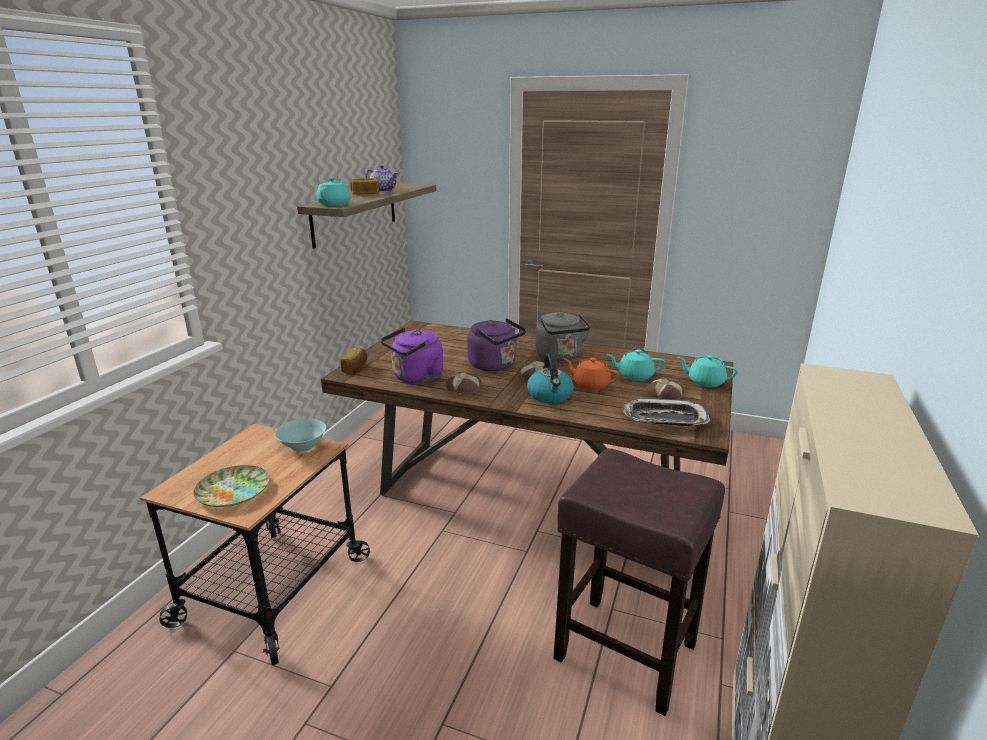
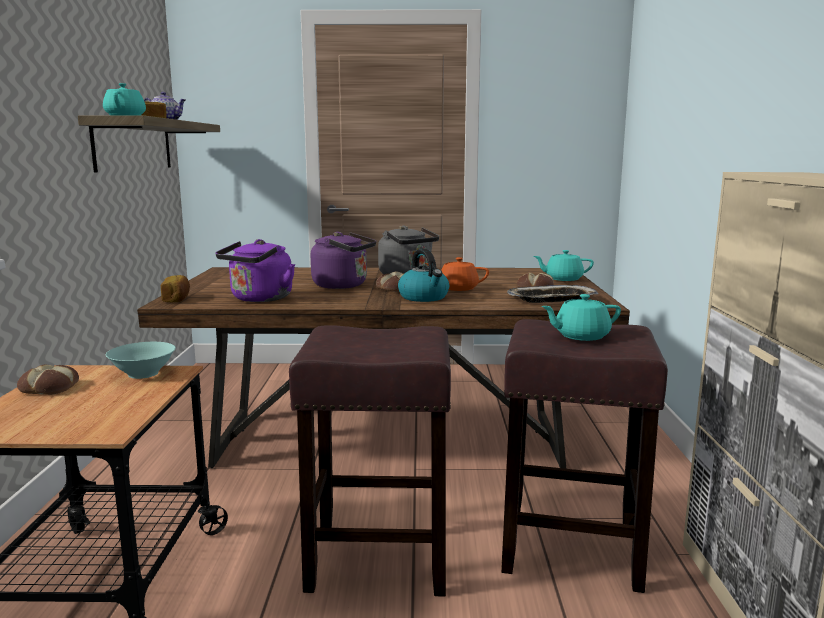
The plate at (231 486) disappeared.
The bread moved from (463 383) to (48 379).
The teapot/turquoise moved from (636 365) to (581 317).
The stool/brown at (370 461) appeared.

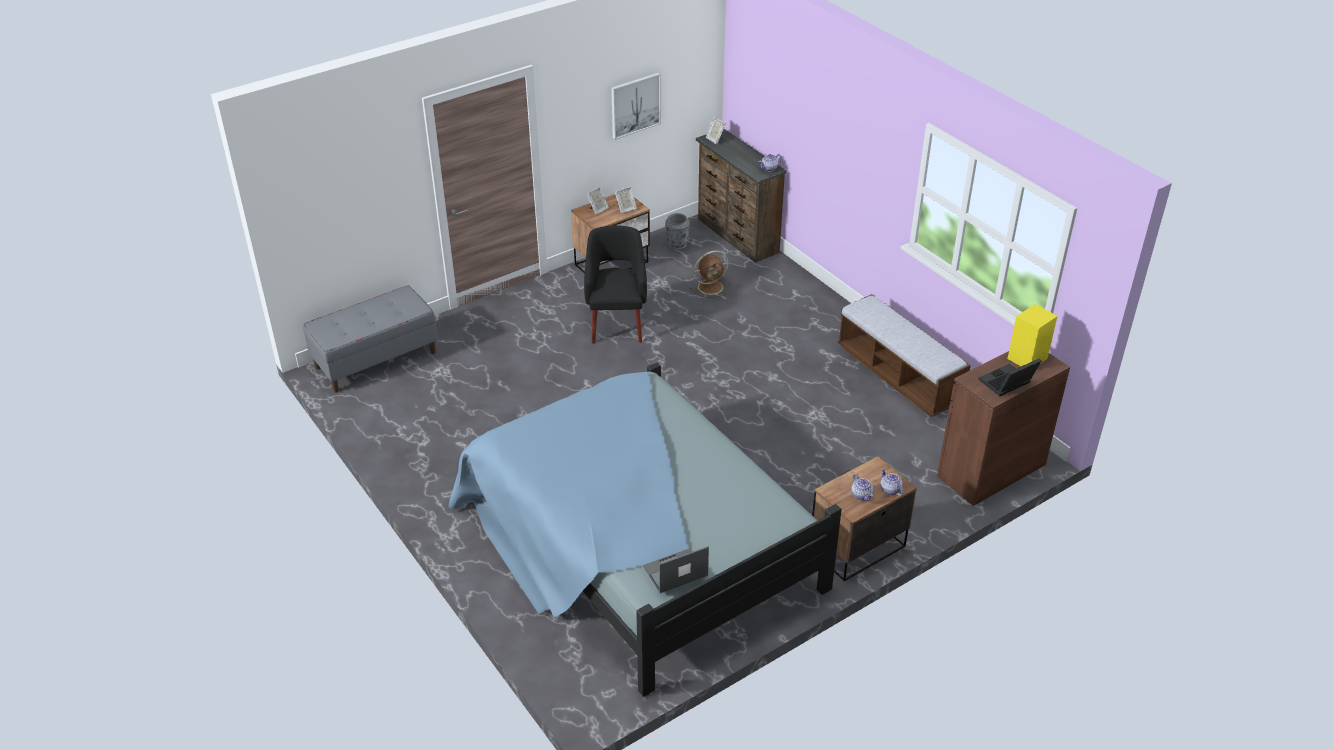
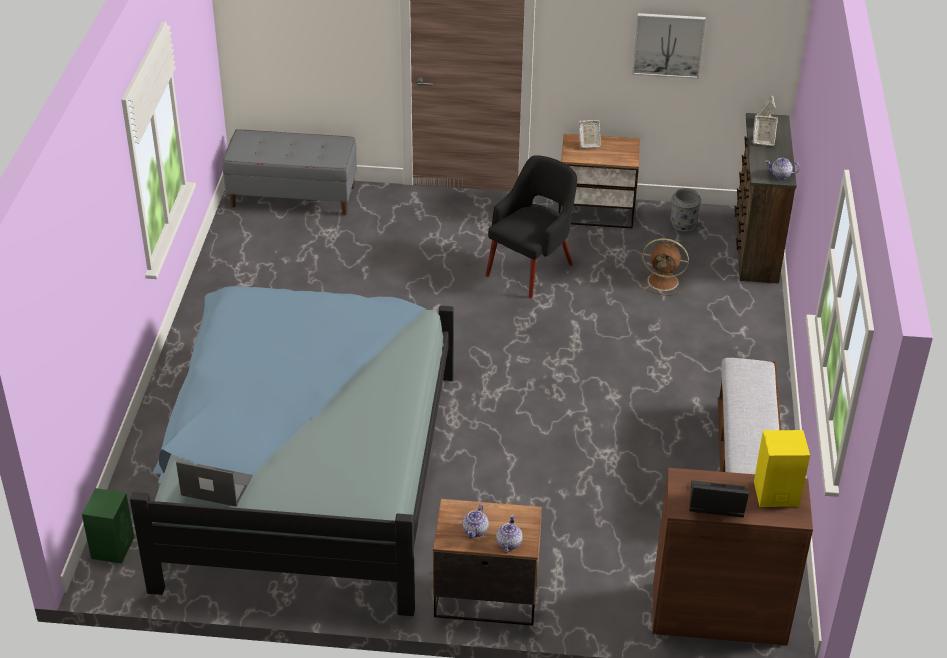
The picture frame moved from (626 200) to (765 130).
The speaker/green at (108 526) appeared.

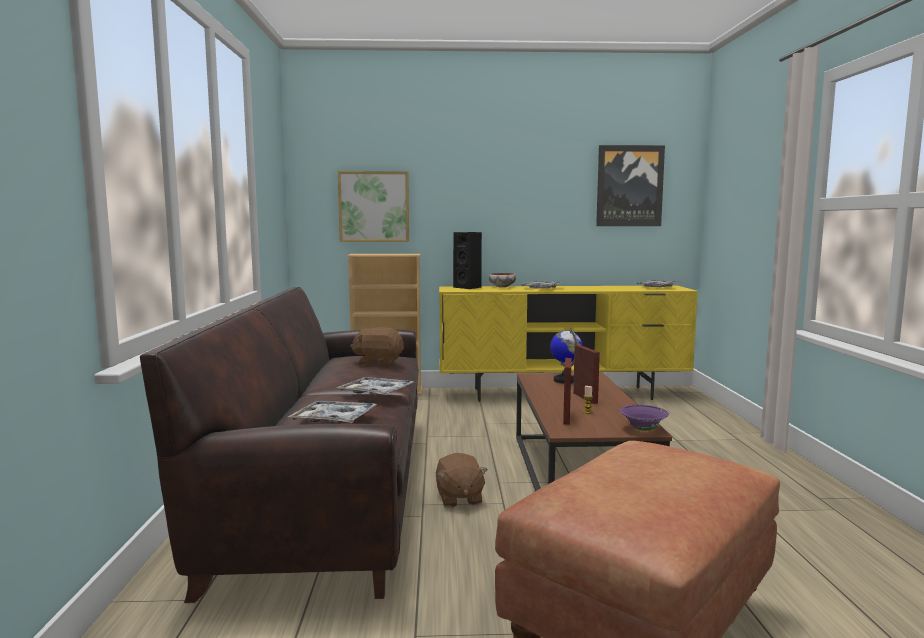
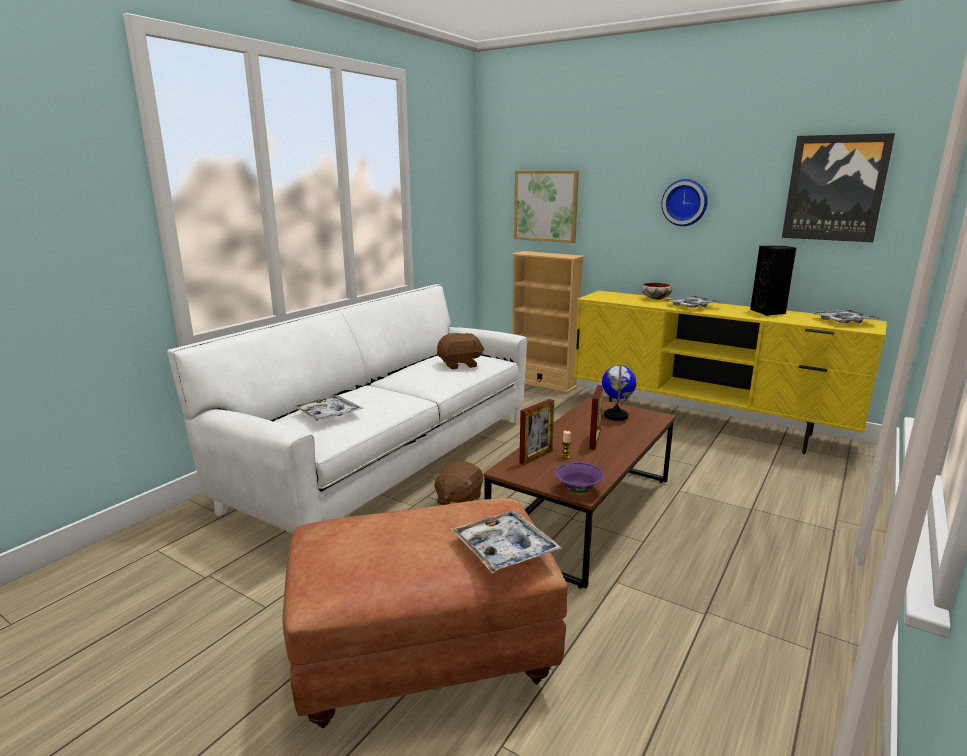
The sofa/brown at (279 445) became the sofa/white at (347 409).
The tray moved from (375 387) to (506 542).
The plush toy/brown at (377 347) turned 120 degrees clockwise.
The speaker/black moved from (467 260) to (773 281).
The wall clock at (684 202) appeared.

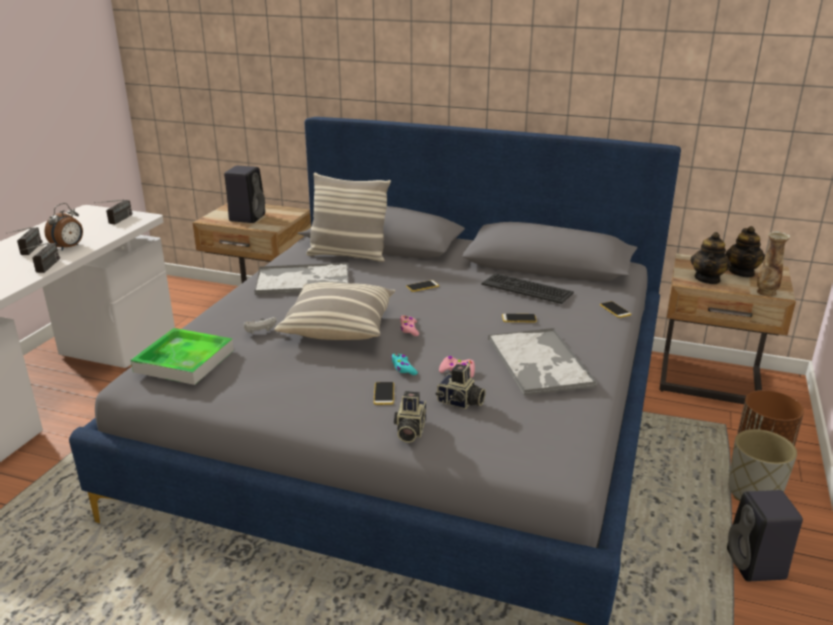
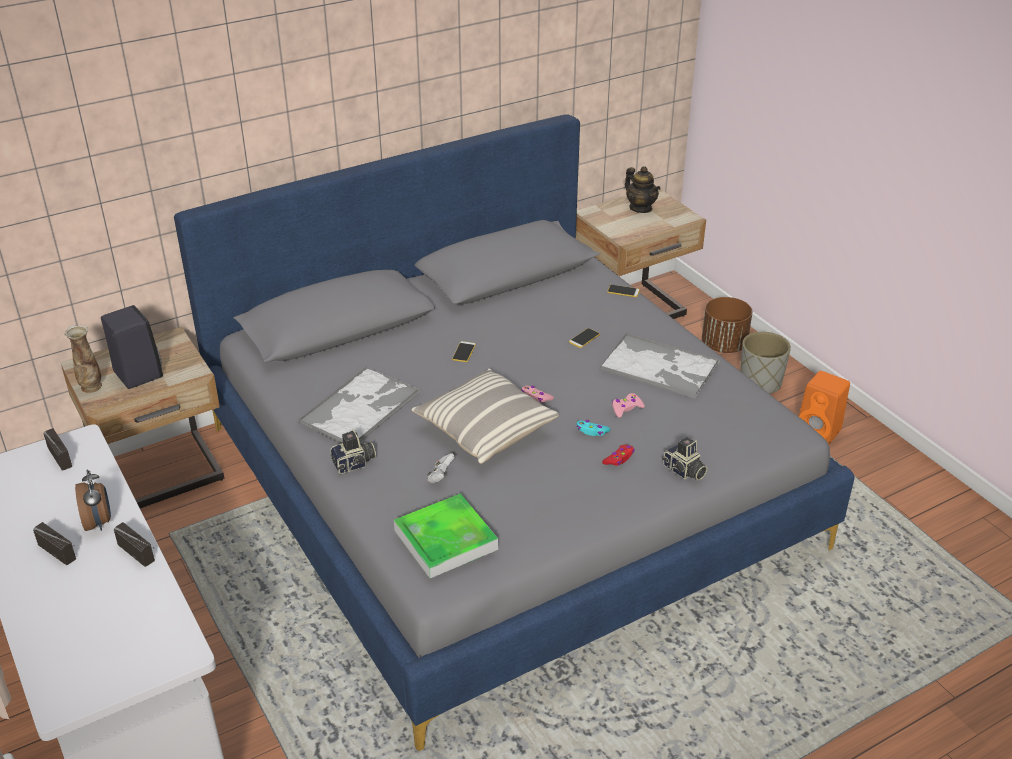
The pillow at (348 217) disappeared.
The phone at (384 393) was replaced by the game controller/red at (618 455).
The photo camera moved from (461 386) to (353 451).
The keyboard at (527 288) disappeared.
The teapot at (711 258) disappeared.
The speaker/black at (765 535) became the speaker/orange at (824 407).
The vase moved from (774 264) to (83 359).

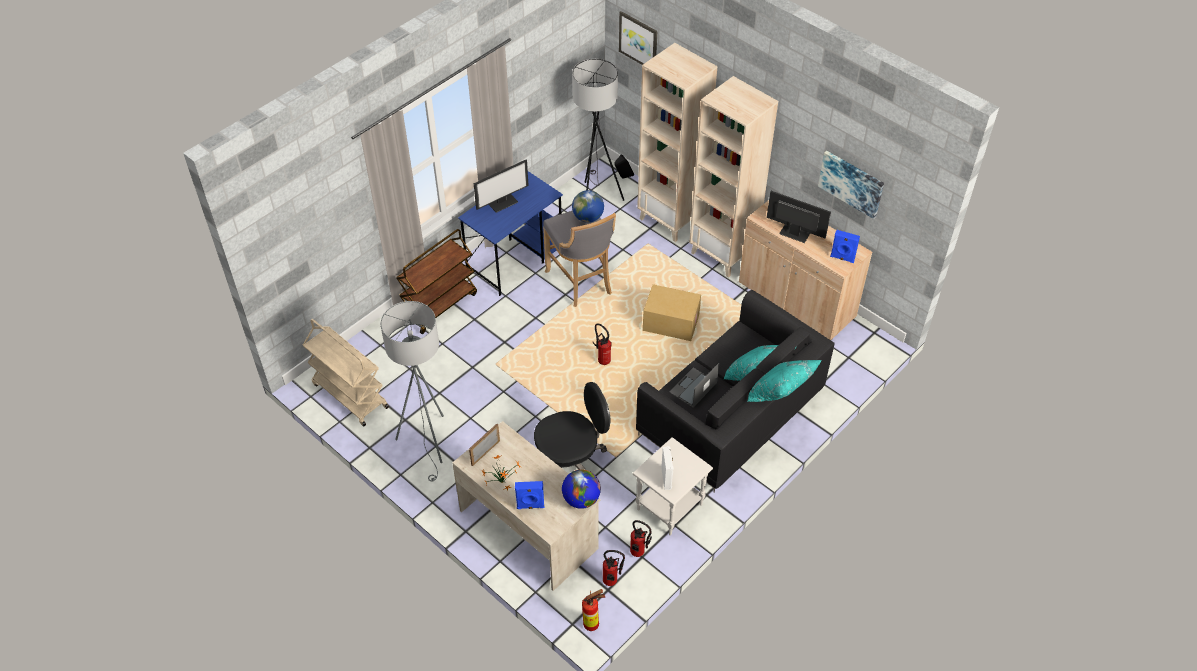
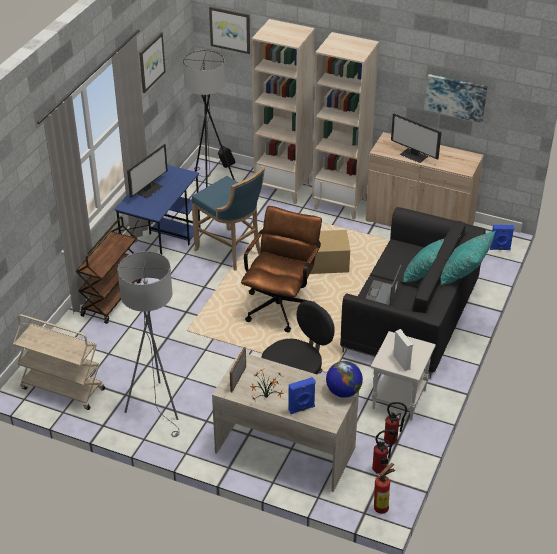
The stool/grey at (579 258) became the stool/blue at (228 219).
The globe at (588 206) disappeared.
The fire extinguisher at (602 344) was replaced by the office chair/brown at (281 269).
The monitor at (799 217) turned 150 degrees counterclockwise.
The speaker/blue moved from (845 246) to (502 237).
The picture at (152 62) appeared.

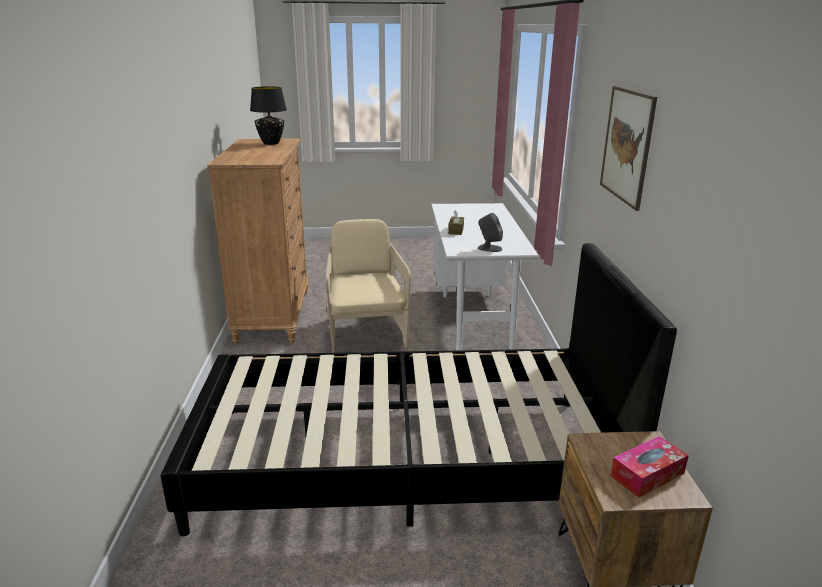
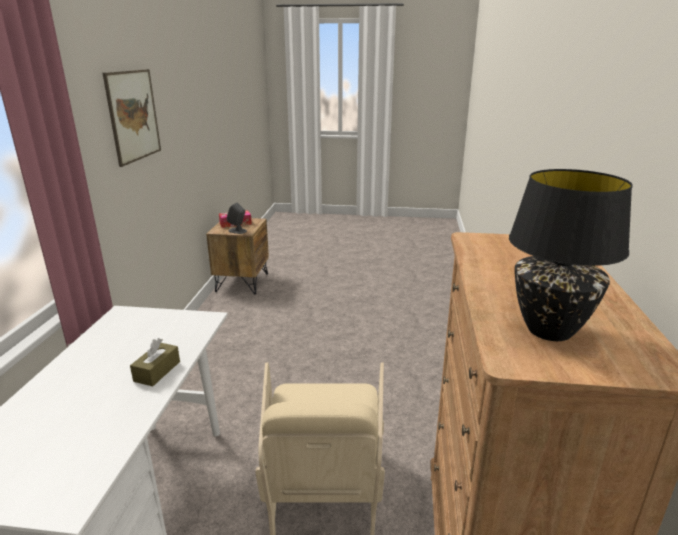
The bed/black at (418 389) disappeared.
The speaker/grey moved from (490 232) to (237 218).

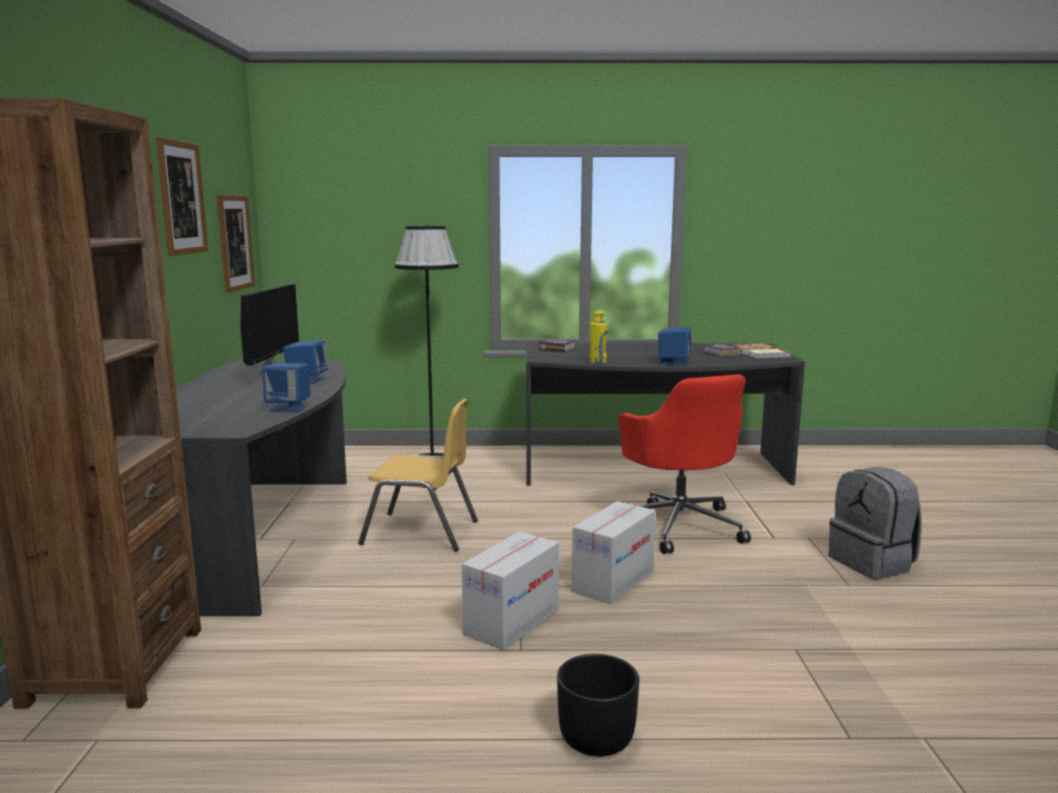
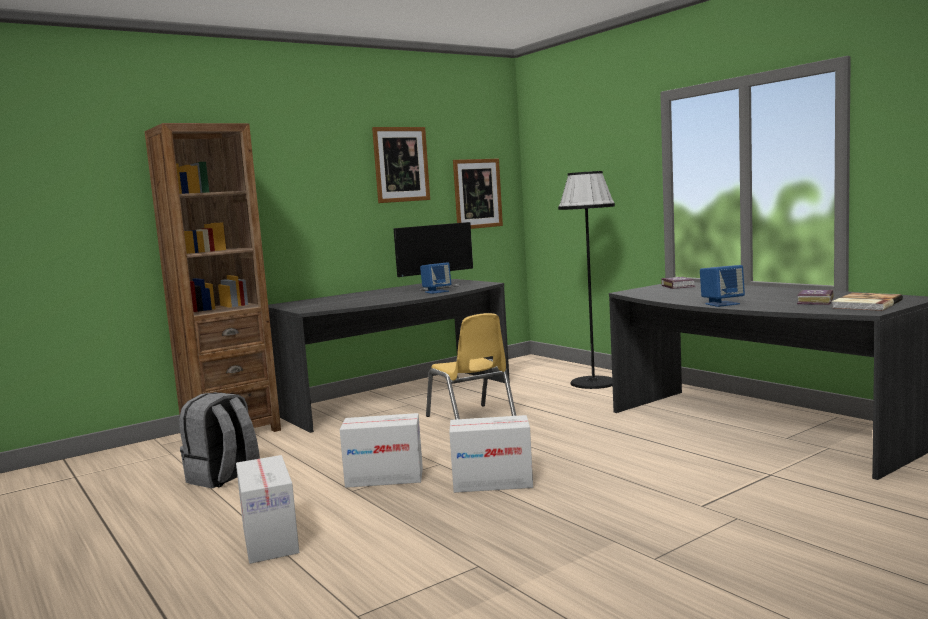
The speaker/blue at (286 387) disappeared.
The planter/black at (598 705) was replaced by the cardboard box at (267 509).
The bottle/yellow at (598 337) disappeared.
The office chair/red at (685 464) disappeared.
The backpack/grey moved from (875 523) to (219 440).

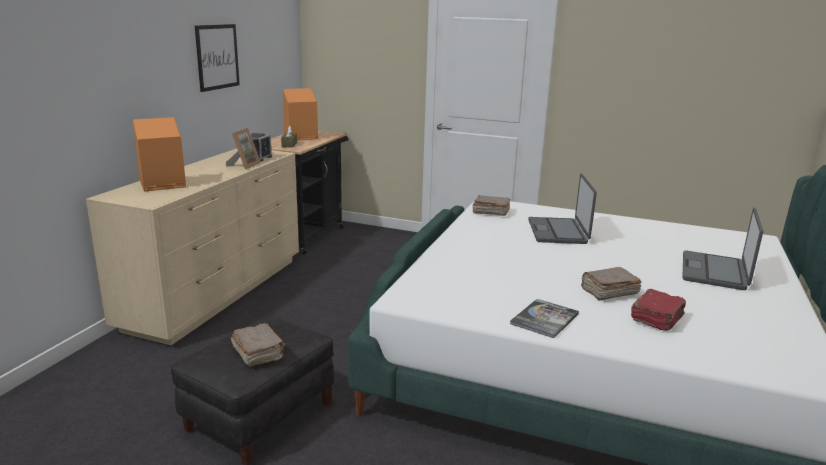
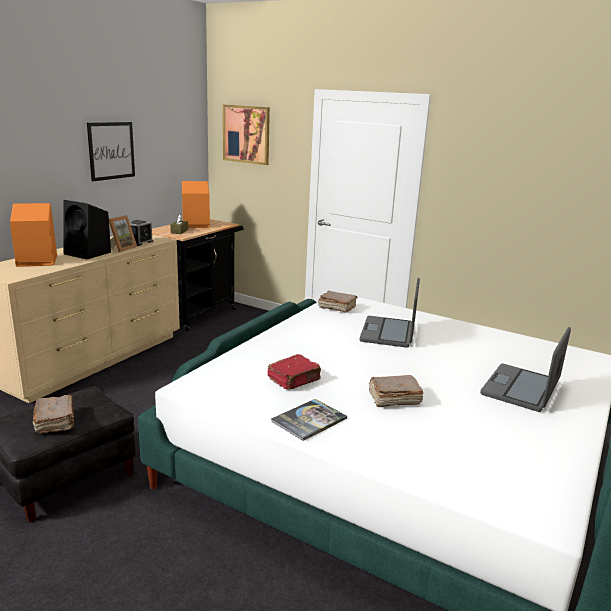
The book/red moved from (658 310) to (294 372).
The speaker/black at (87 229) appeared.
The picture at (246 135) appeared.

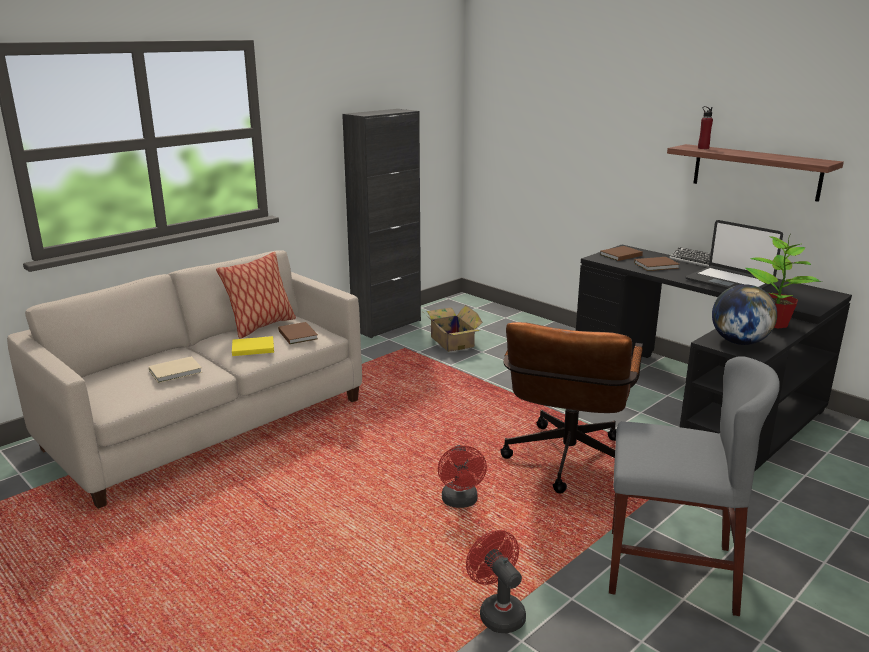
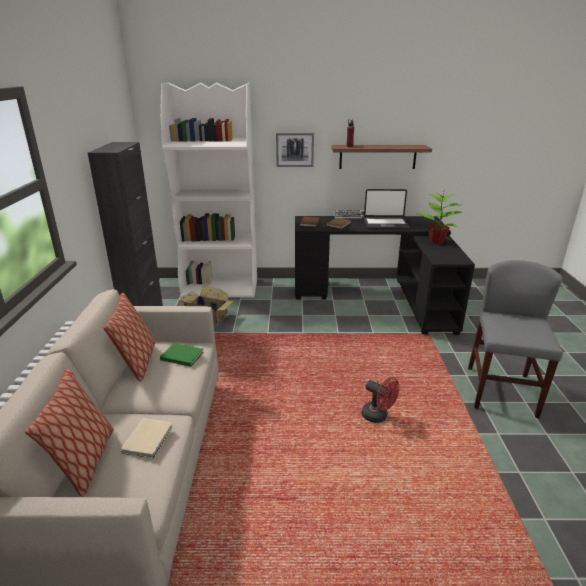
The book/yellow at (253 346) disappeared.
The book/brown at (298 333) became the book/green at (182 355).
The fan/red at (496 581) disappeared.
The office chair/brown at (571 408) disappeared.
The chair/grey at (694 486) turned 45 degrees counterclockwise.
The globe at (744 314) disappeared.
The pillow at (69 432) appeared.
The bookcase/white at (208 190) appeared.
The picture at (295 150) appeared.

